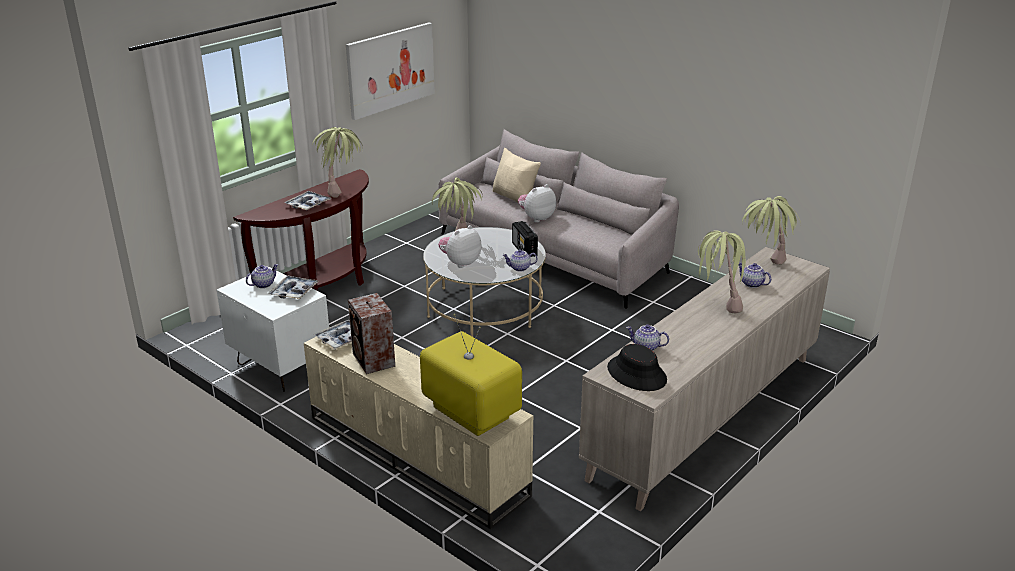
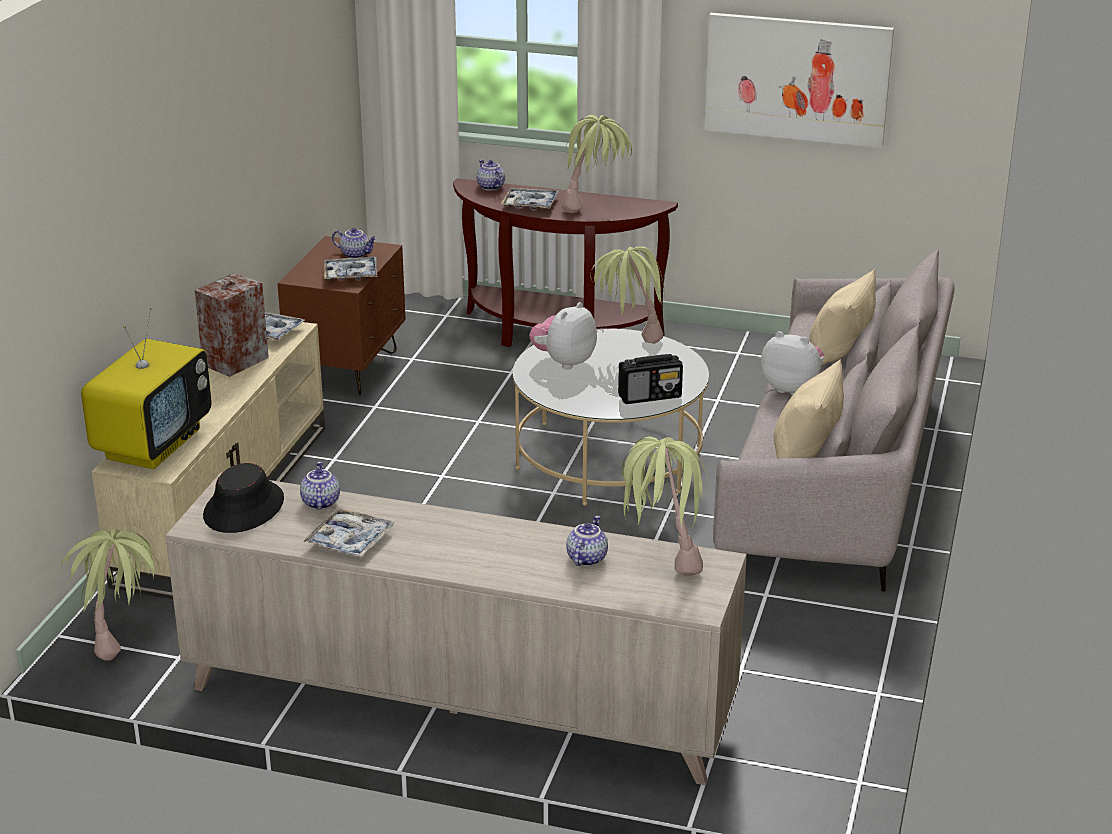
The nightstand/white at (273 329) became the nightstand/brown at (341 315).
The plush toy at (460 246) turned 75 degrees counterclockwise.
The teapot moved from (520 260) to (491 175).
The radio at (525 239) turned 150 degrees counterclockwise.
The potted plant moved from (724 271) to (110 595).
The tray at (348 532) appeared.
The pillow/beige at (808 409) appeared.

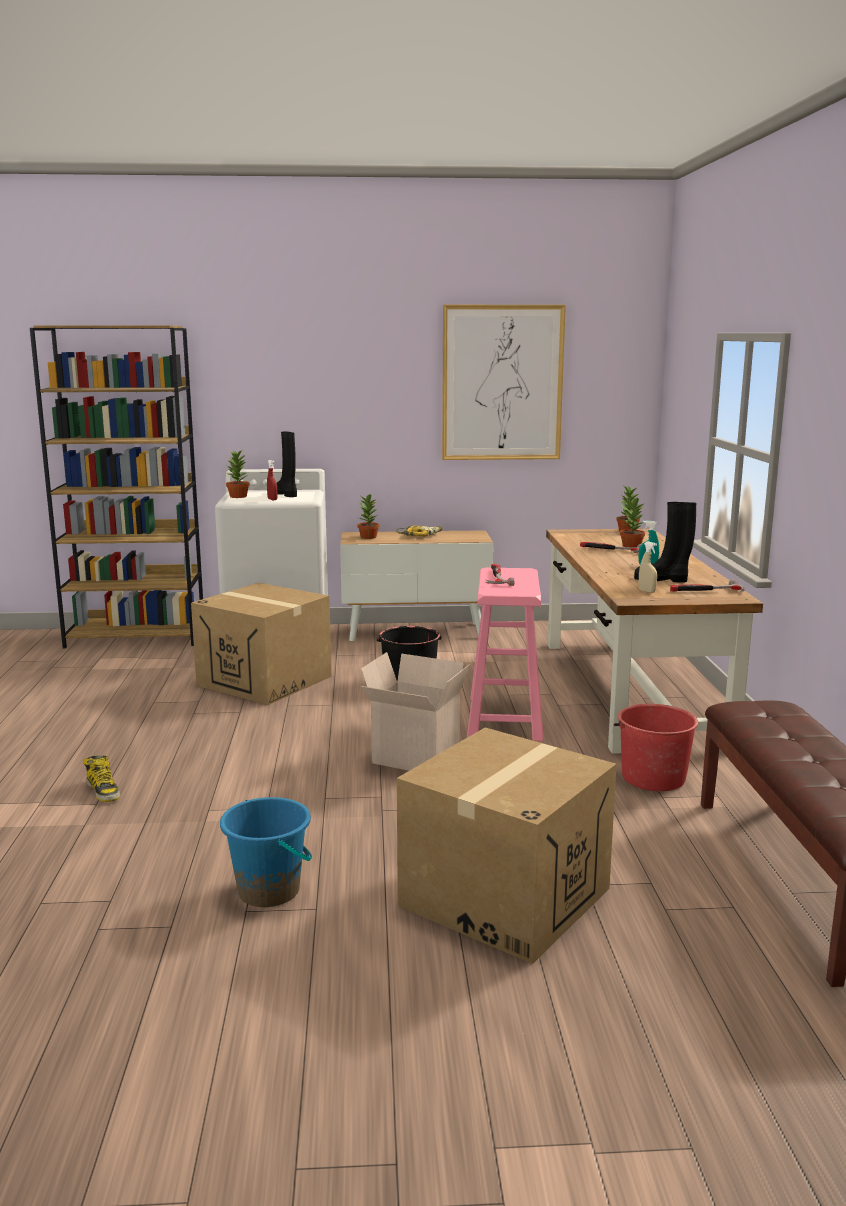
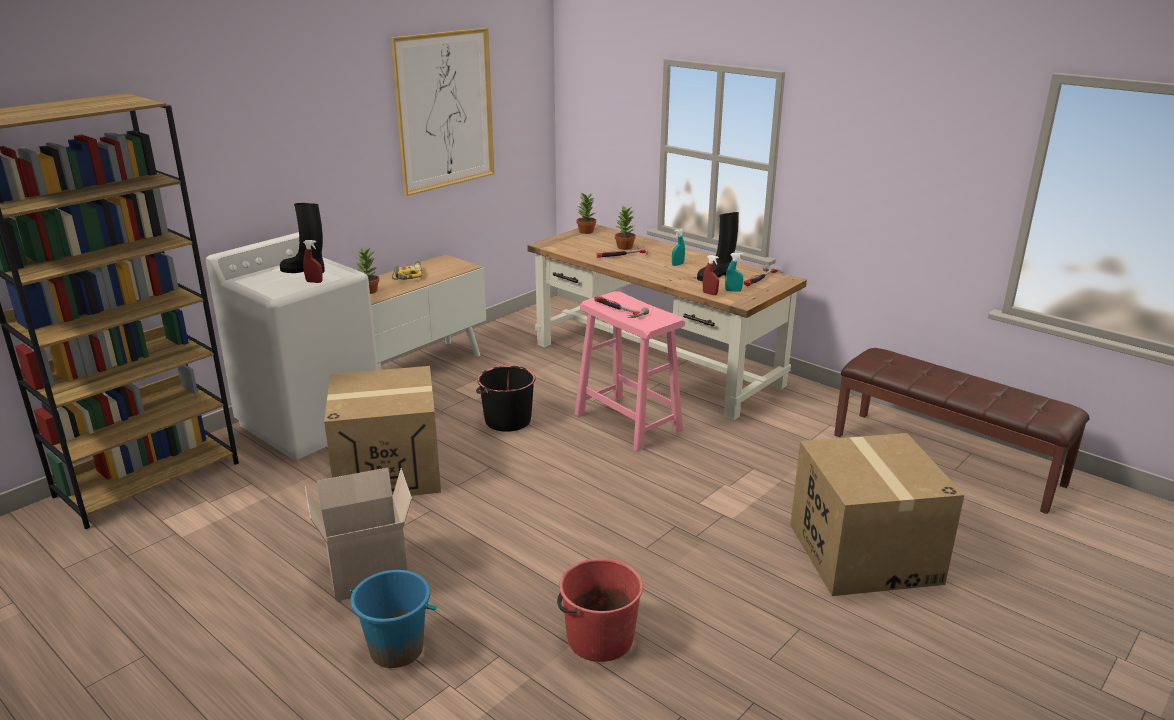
The boot at (101 778) disappeared.
The bucket/blue moved from (266 852) to (393 619).
The potted plant at (238 474) disappeared.
The cardboard box moved from (415 711) to (358 534).
The bucket/red moved from (656 747) to (600 610).
The spray bottle/beige at (648 567) became the spray bottle/turquoise at (734 272).
The spray bottle/red at (711 275) appeared.

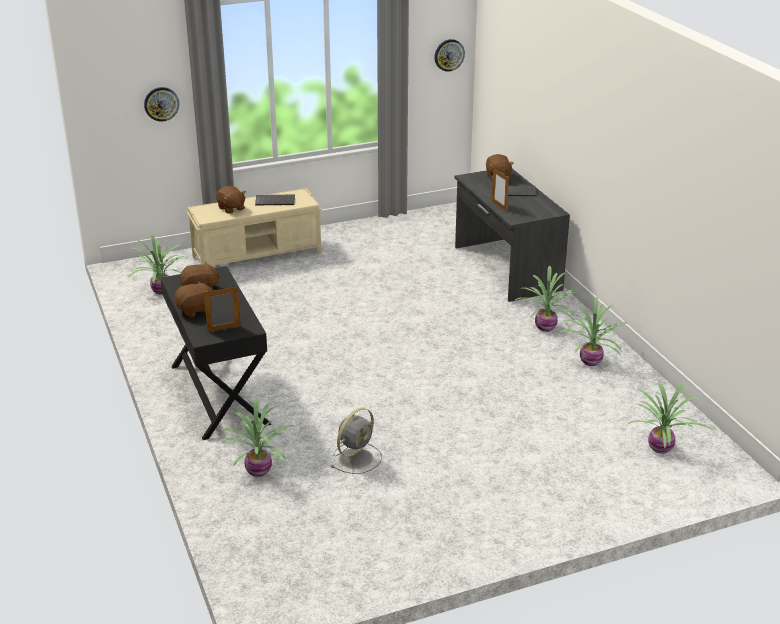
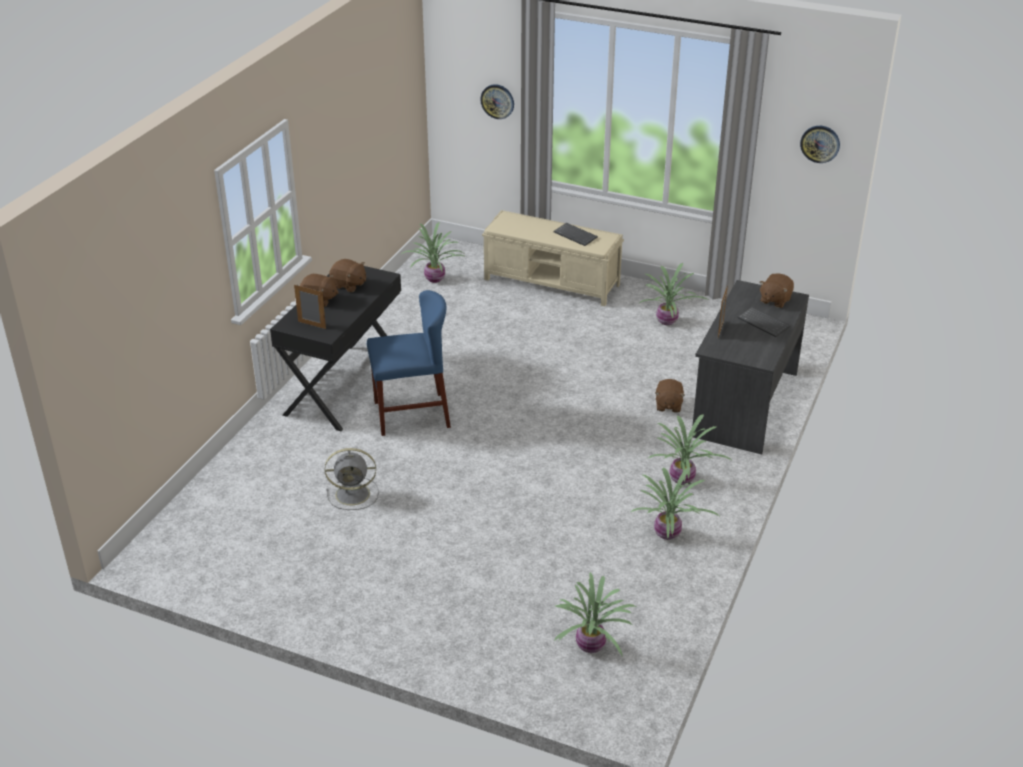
The plush toy/brown moved from (231 200) to (670 396).
The potted plant moved from (255 437) to (674 294).
The chair/blue at (409 363) appeared.

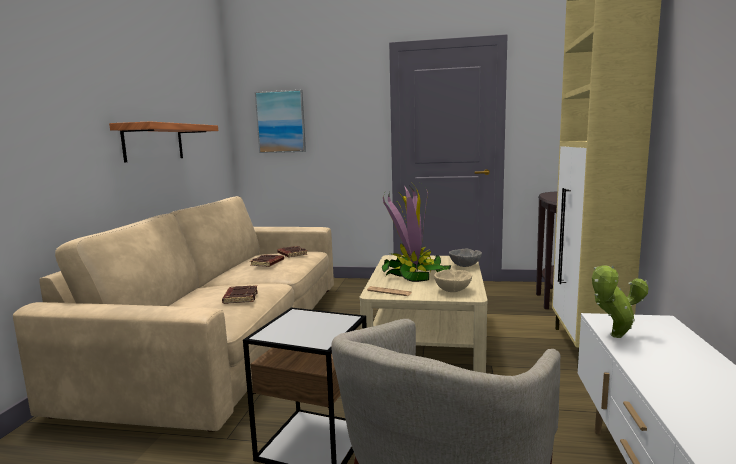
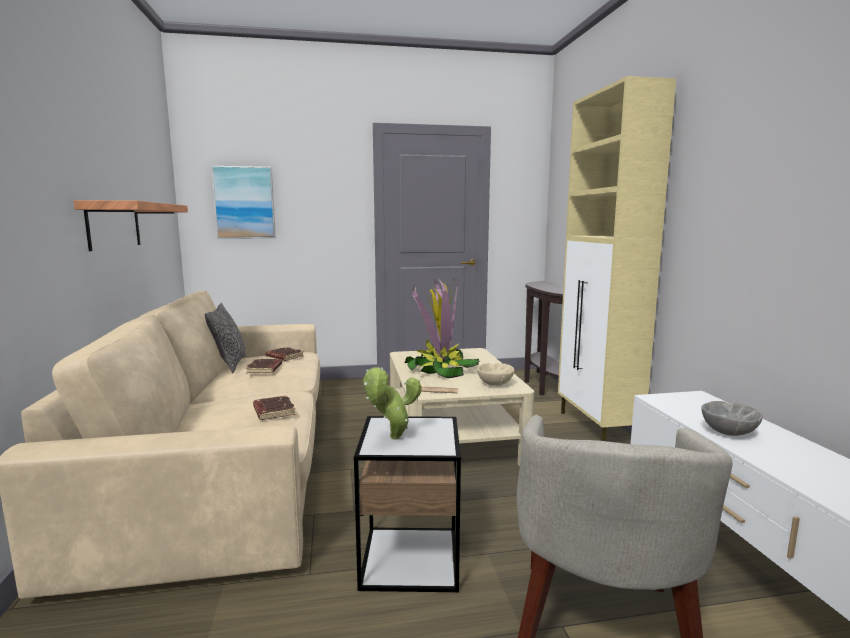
The bowl/grey moved from (465 258) to (731 418).
The potted plant moved from (620 301) to (392 403).
The pillow at (225 338) appeared.

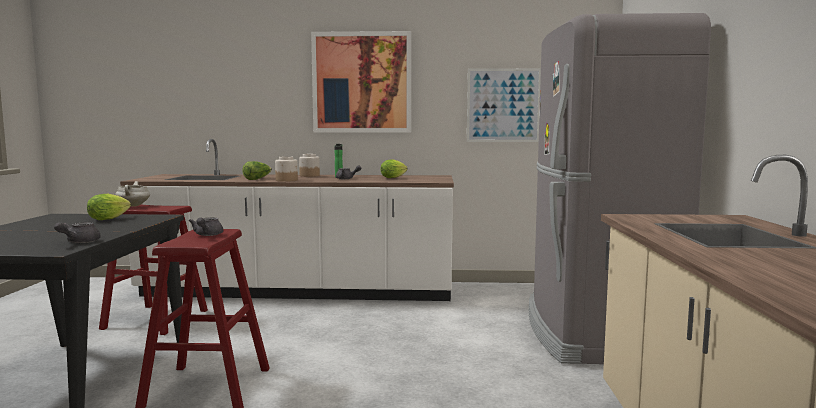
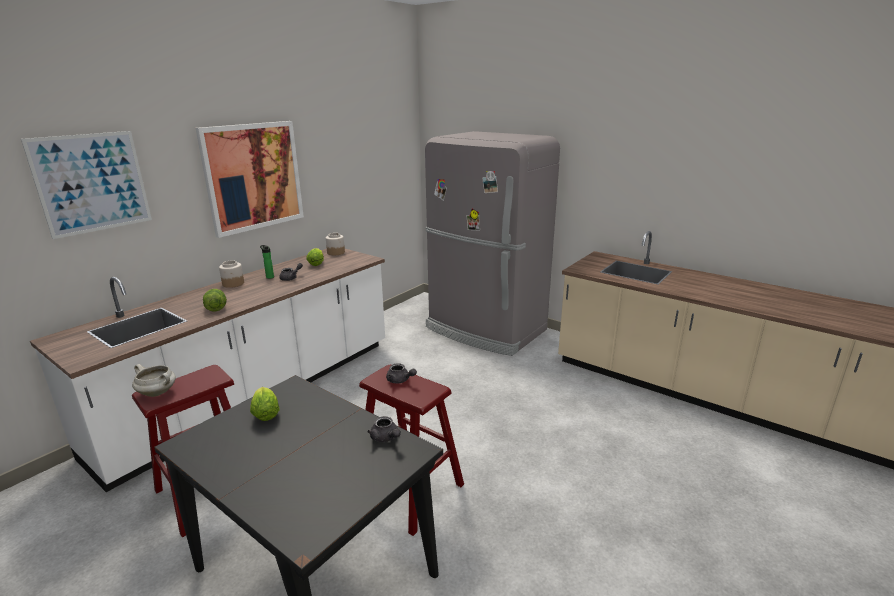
The jar moved from (286 169) to (335 244).
The picture moved from (504 105) to (86 185).

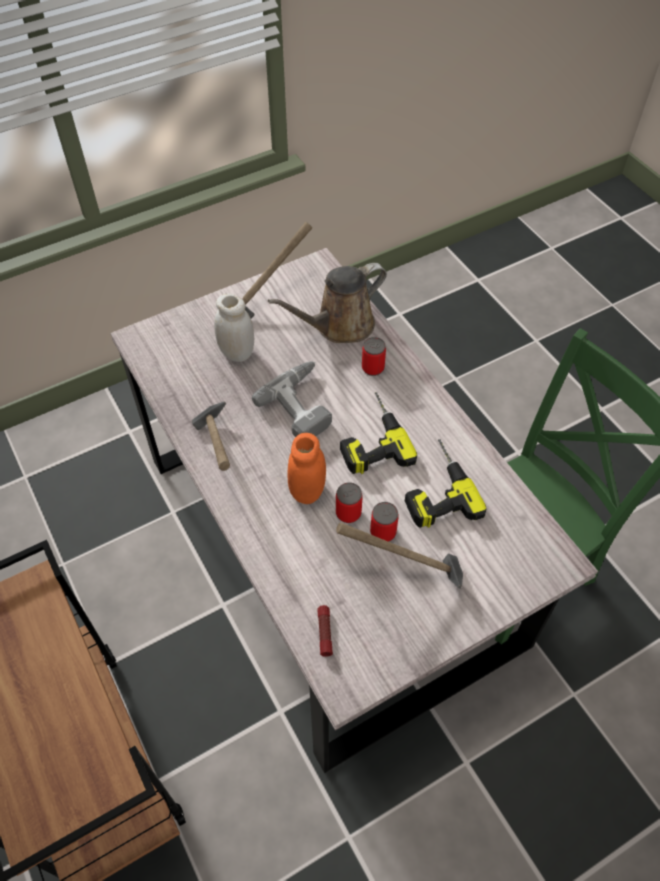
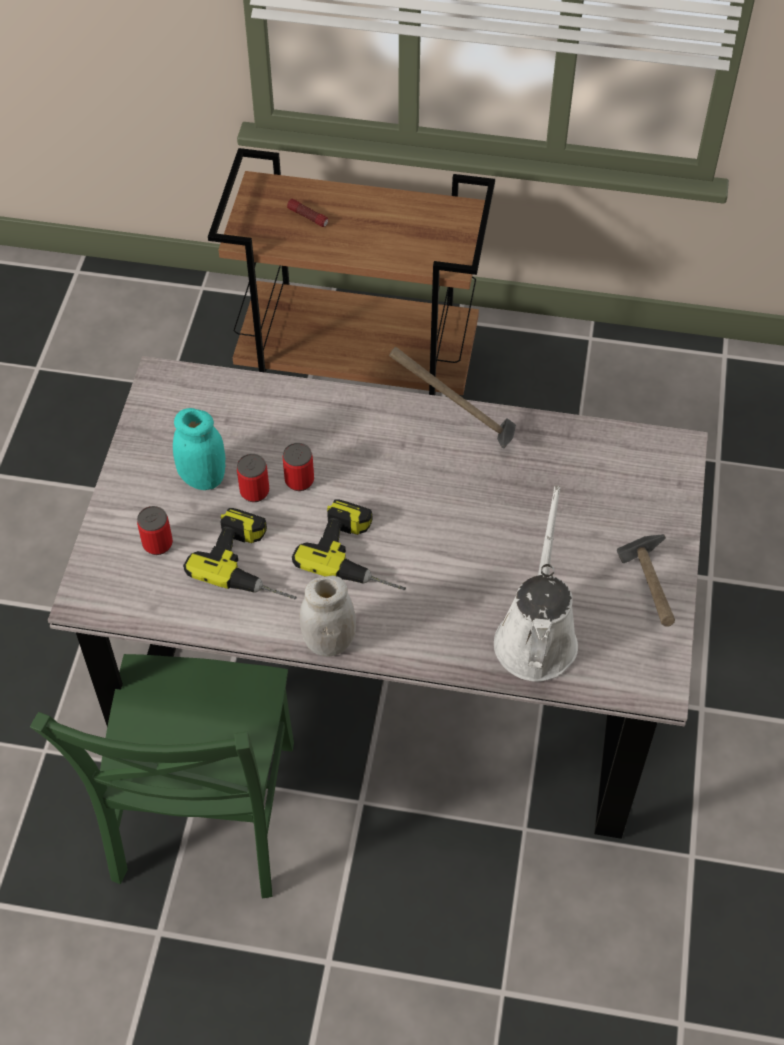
The jar/white moved from (234 328) to (327 616).
The power drill at (292 399) disappeared.
The watering can/brown at (327 303) became the watering can/white at (536 584).
The jar/orange at (307 468) disappeared.
The flashlight moved from (325 631) to (307 213).
The hammer at (399 555) was replaced by the jar/turquoise at (199 449).
The can moved from (374 356) to (155 530).

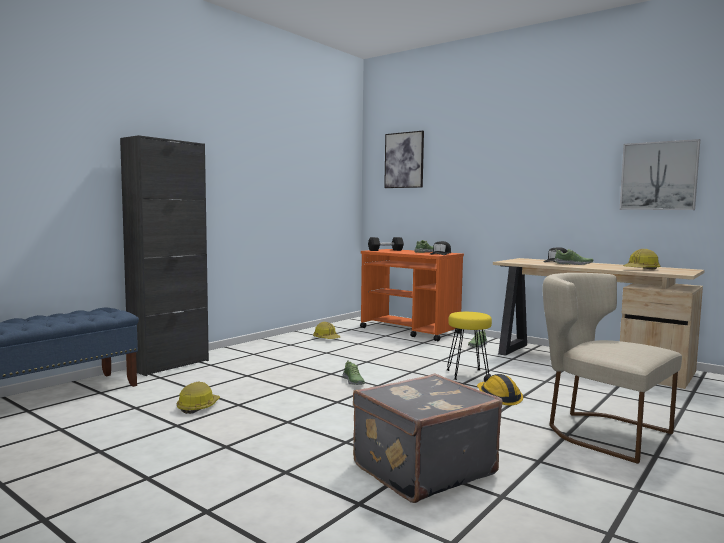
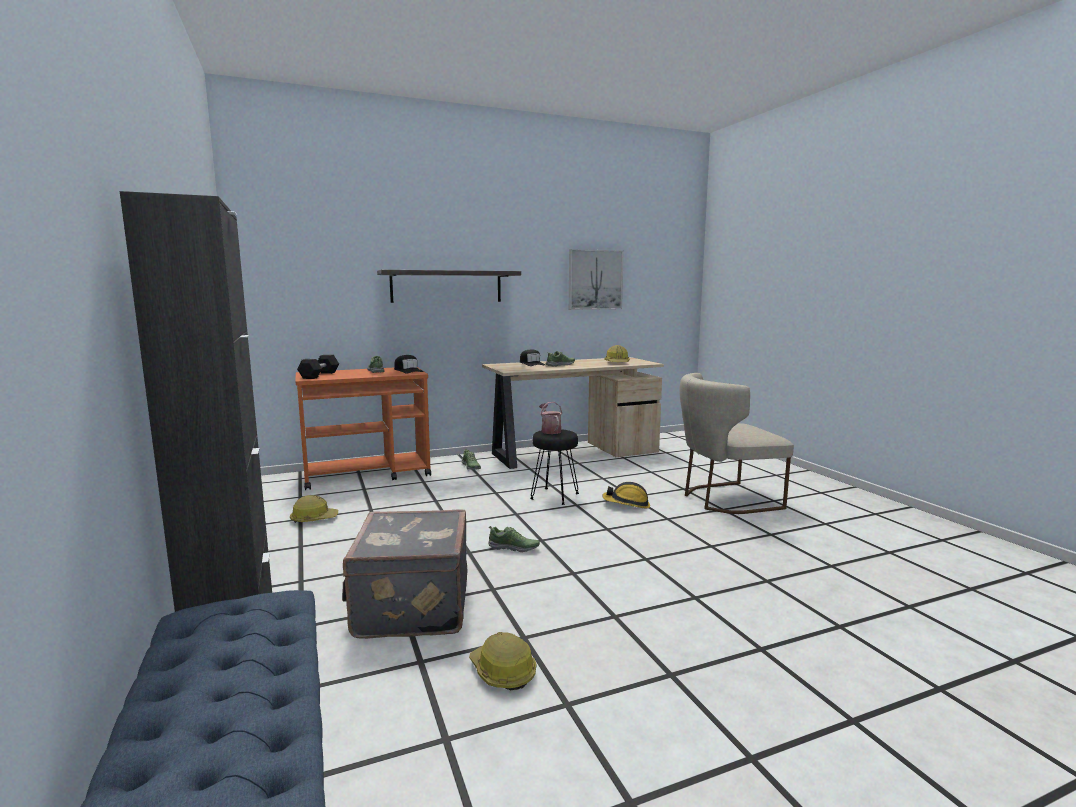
The suitcase/grey moved from (428 438) to (404 574).
The picture at (404 159) disappeared.
The stool/yellow at (469 346) became the stool/black at (554 467).
The shelf at (449 286) appeared.
The watering can at (550 418) appeared.

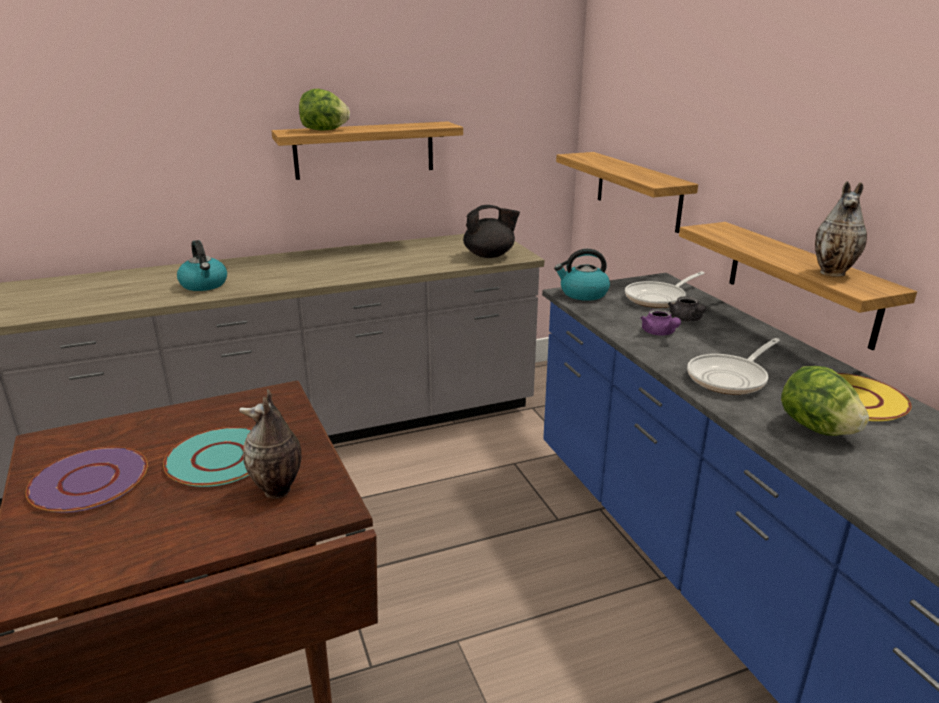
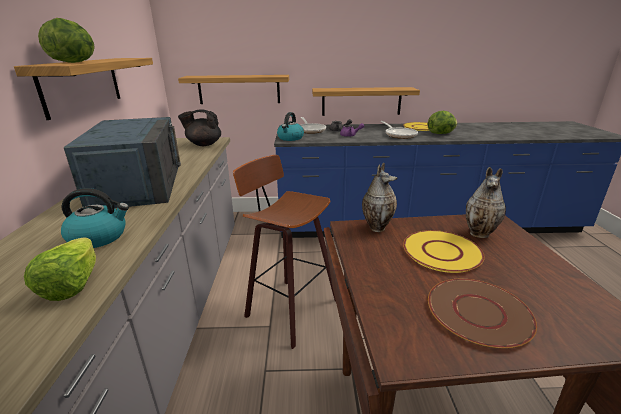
The plate/purple at (86 480) became the plate/brown at (482 313).
The plate/turquoise at (207 457) became the plate/yellow at (444 251).
The teapot/black at (491 231) turned 105 degrees counterclockwise.
The vase moved from (841 228) to (379 197).
The lettuce at (60 269) appeared.
The microwave/blue at (122 162) appeared.
The stool at (284 252) appeared.

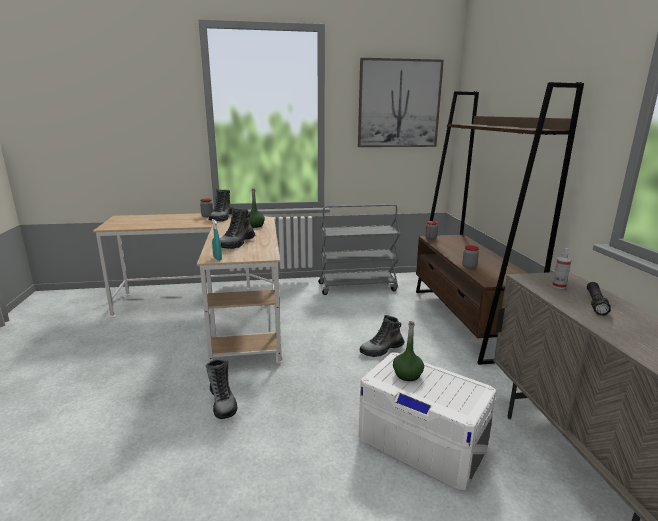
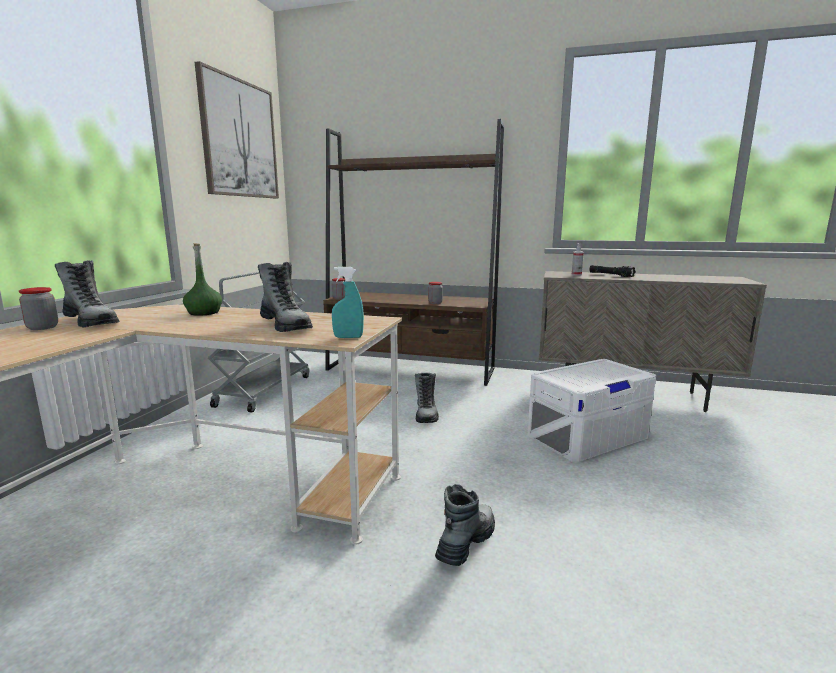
The boot at (221 389) turned 60 degrees counterclockwise.
The bottle/green at (408 351) disappeared.

